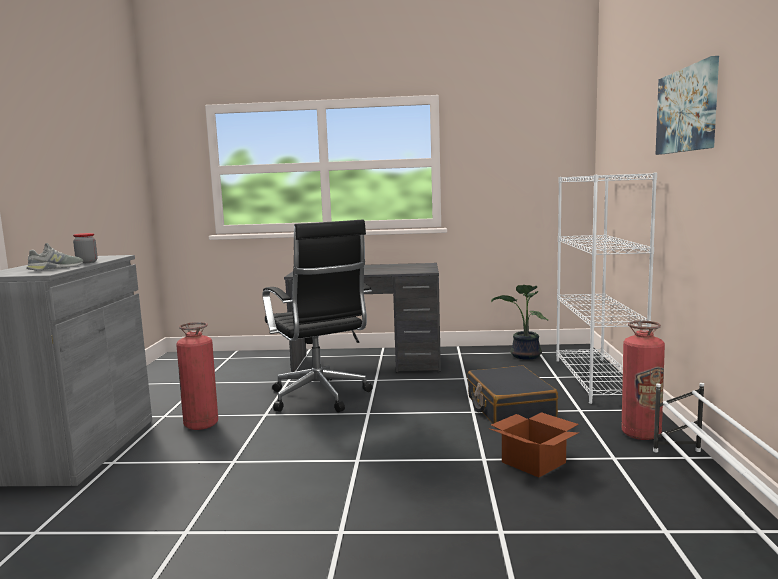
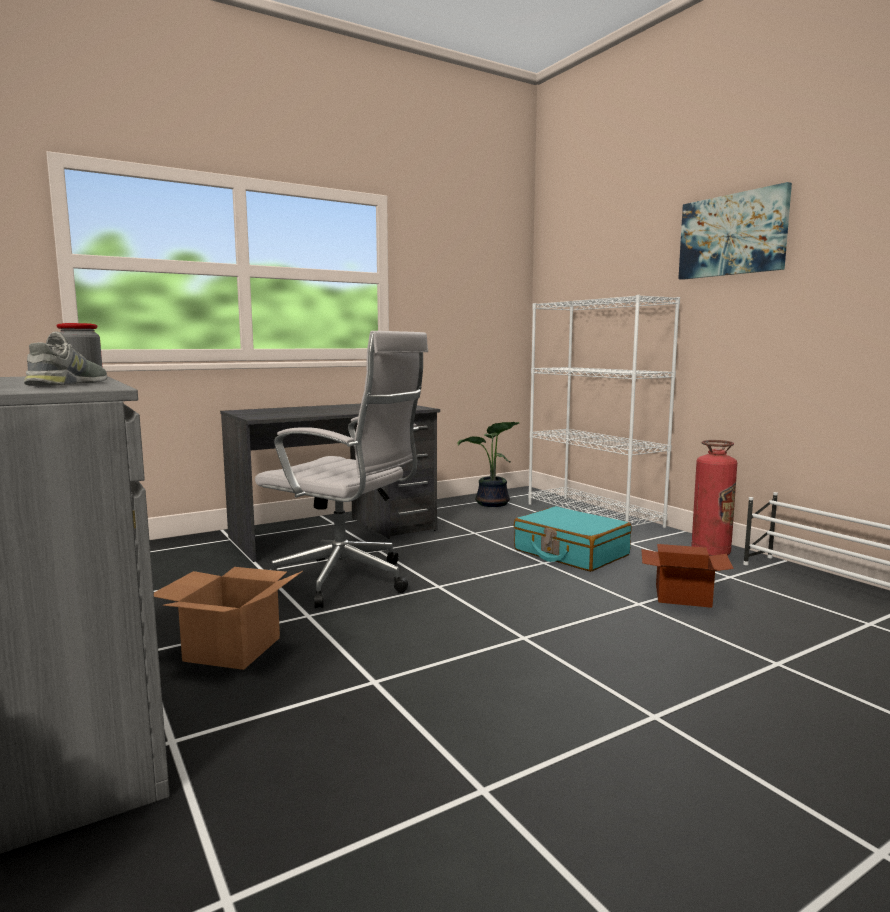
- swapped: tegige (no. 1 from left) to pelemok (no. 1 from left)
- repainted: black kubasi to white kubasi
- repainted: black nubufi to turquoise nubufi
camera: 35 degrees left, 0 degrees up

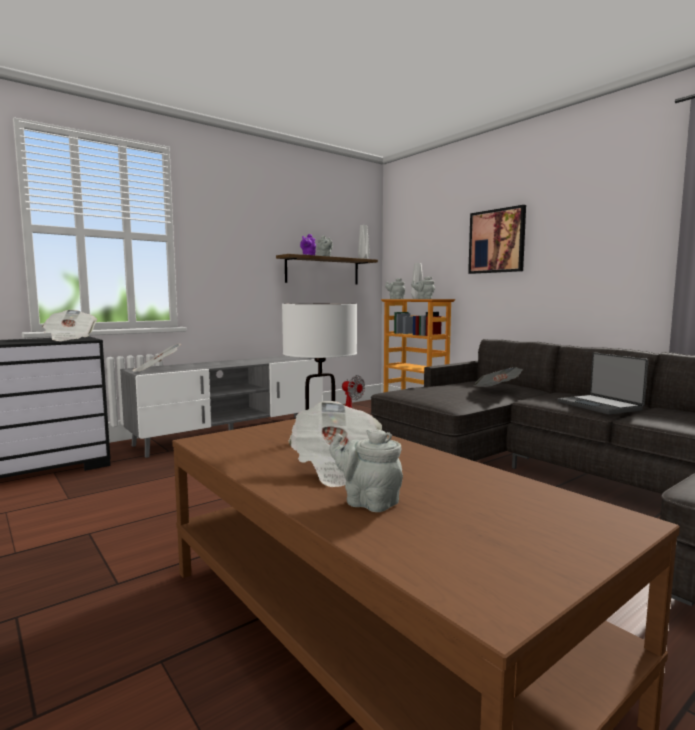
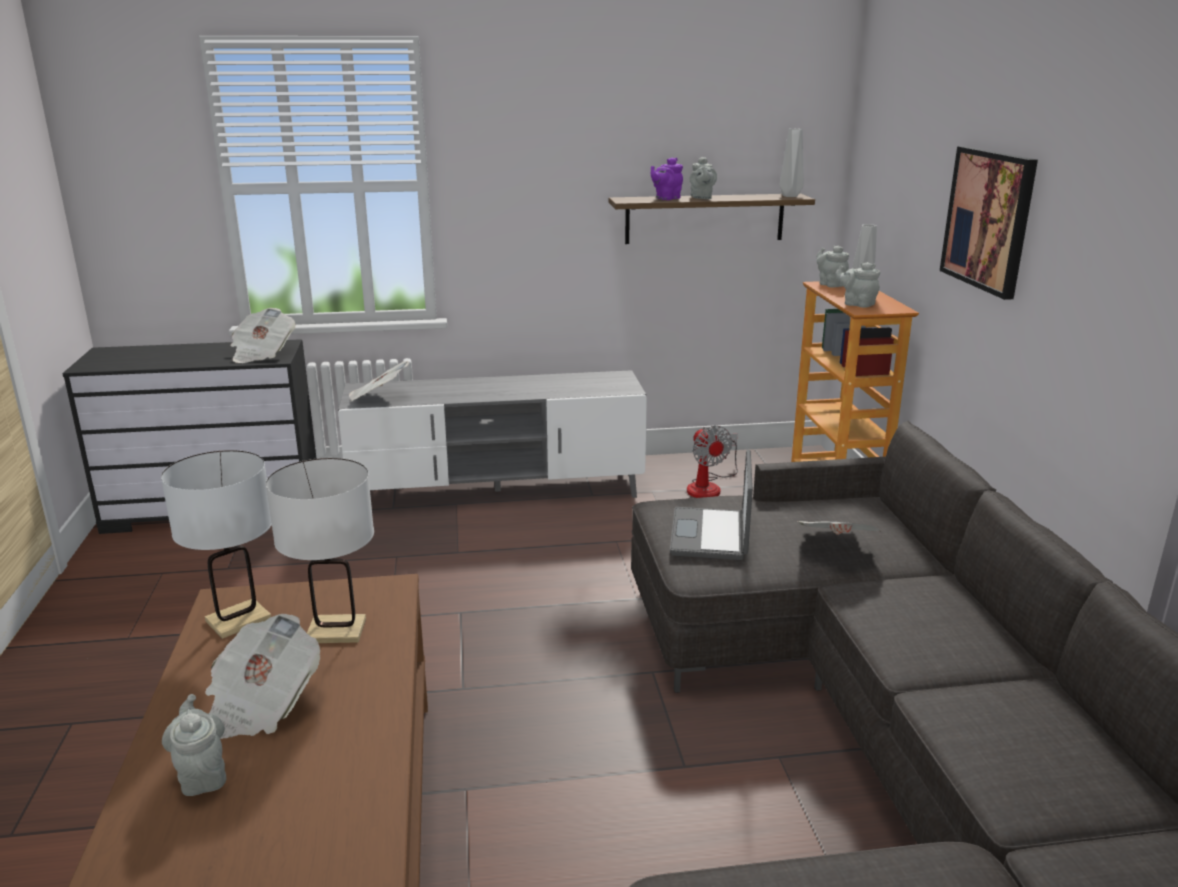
- shifted: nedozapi
- new: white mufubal (no. 1 from left)
camera: 30 degrees right, 15 degrees up

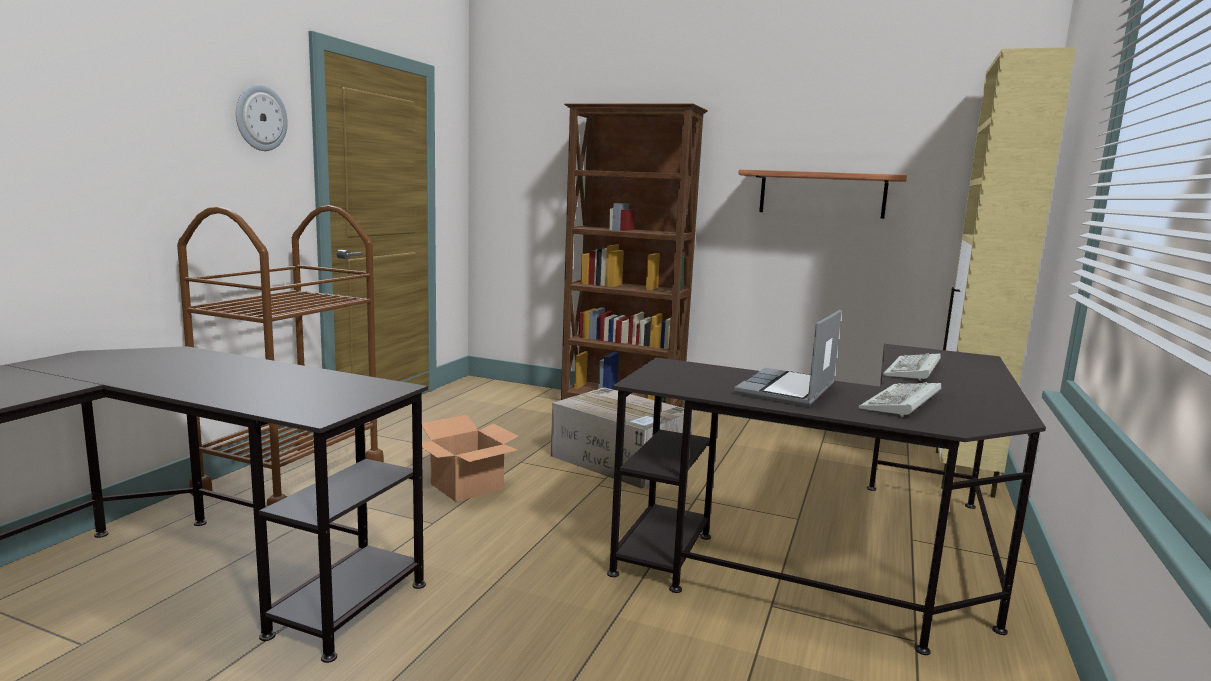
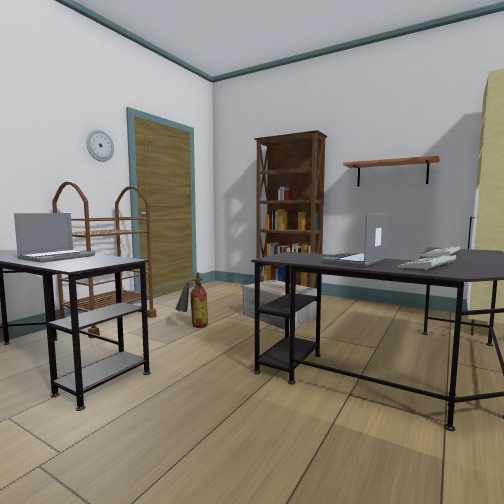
- swapped: pelemok (no. 1 from left) to tegige
- new: nedozapi (no. 1 from left)
camera: 10 degrees right, 5 degrees down

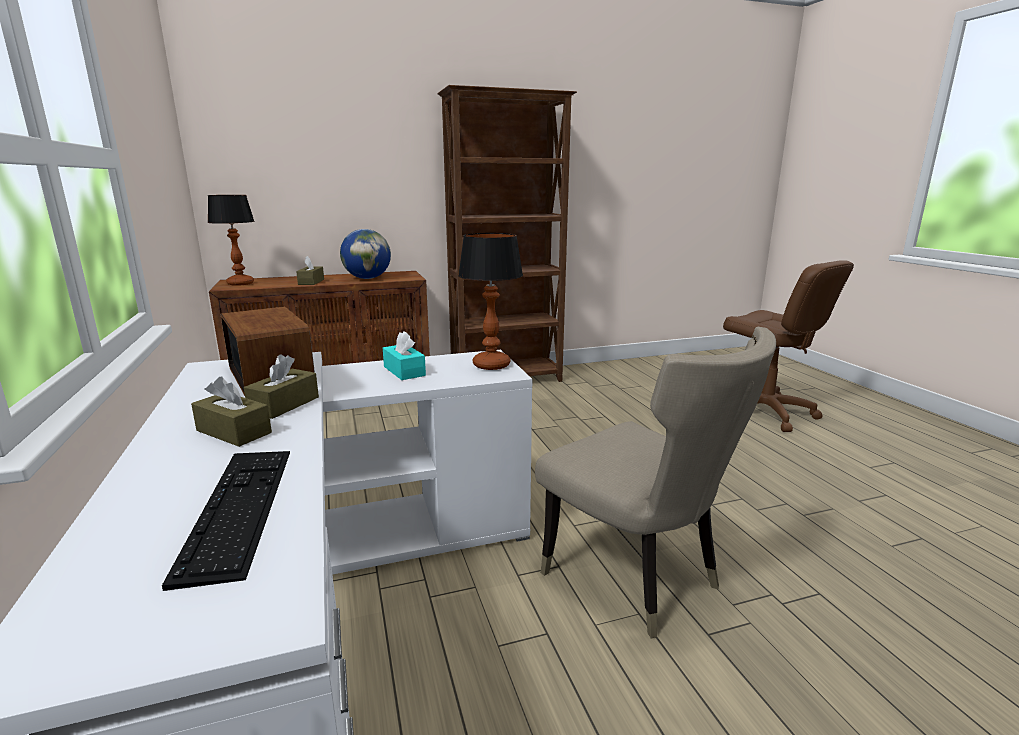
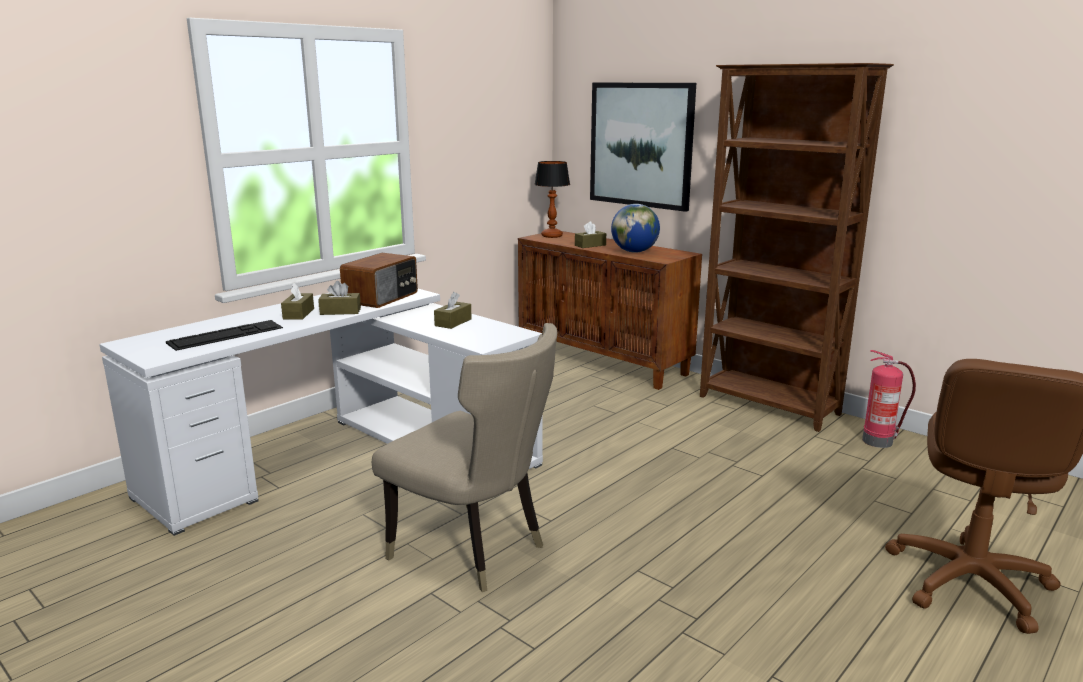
- repainted: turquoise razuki to brown razuki (no. 3 from left)
- gone: mufubal (no. 2 from left)
- rotated: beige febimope 75 degrees counterclockwise
- new: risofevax
- new: tegige
camera: 60 degrees right, 0 degrees up

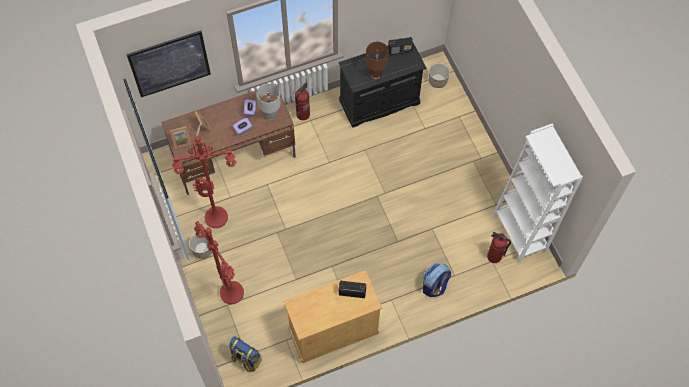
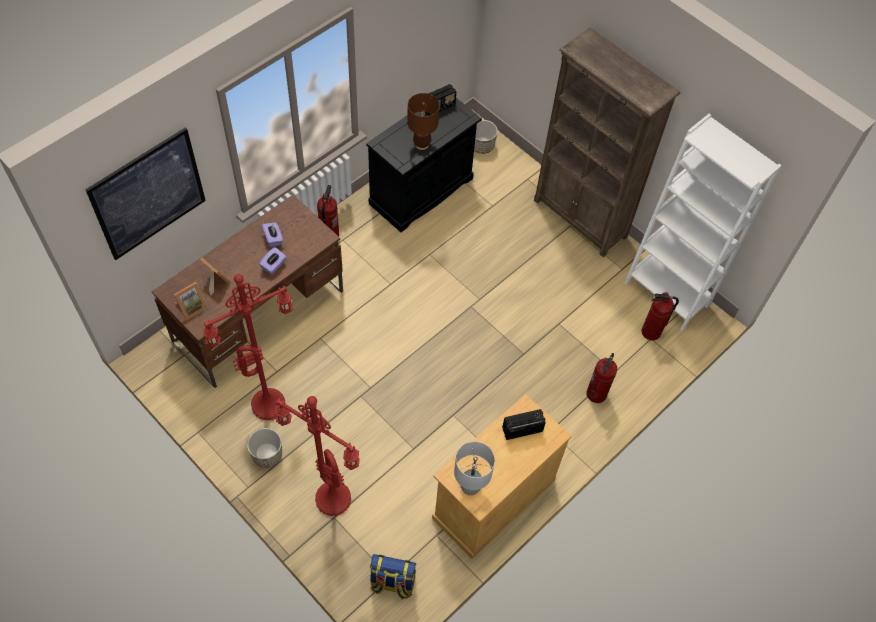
- shifted: grey mufubal
- swapped: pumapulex (no. 2 from left) to tegige (no. 2 from left)
- new: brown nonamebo
camera: 25 degrees left, 5 degrees down

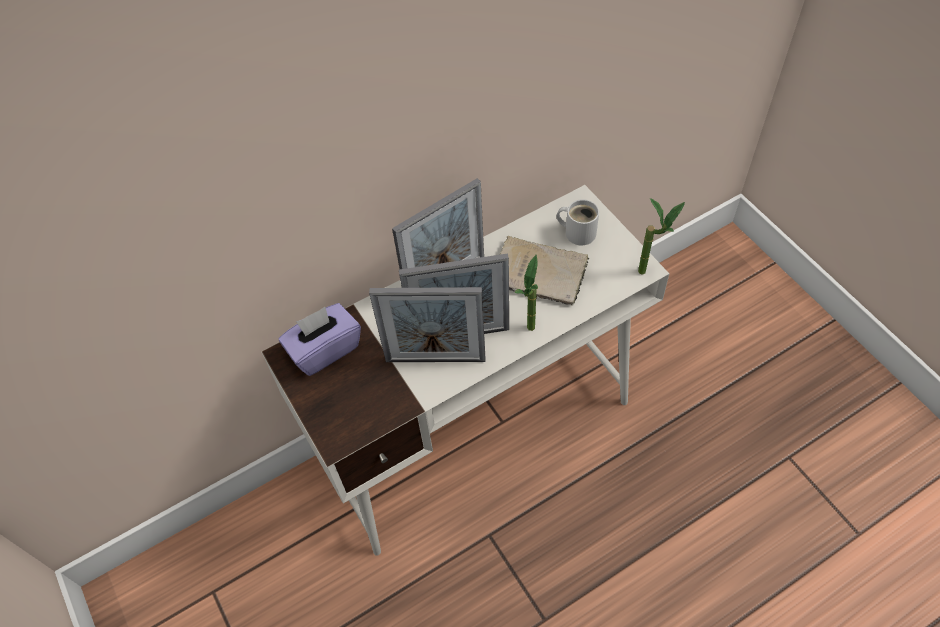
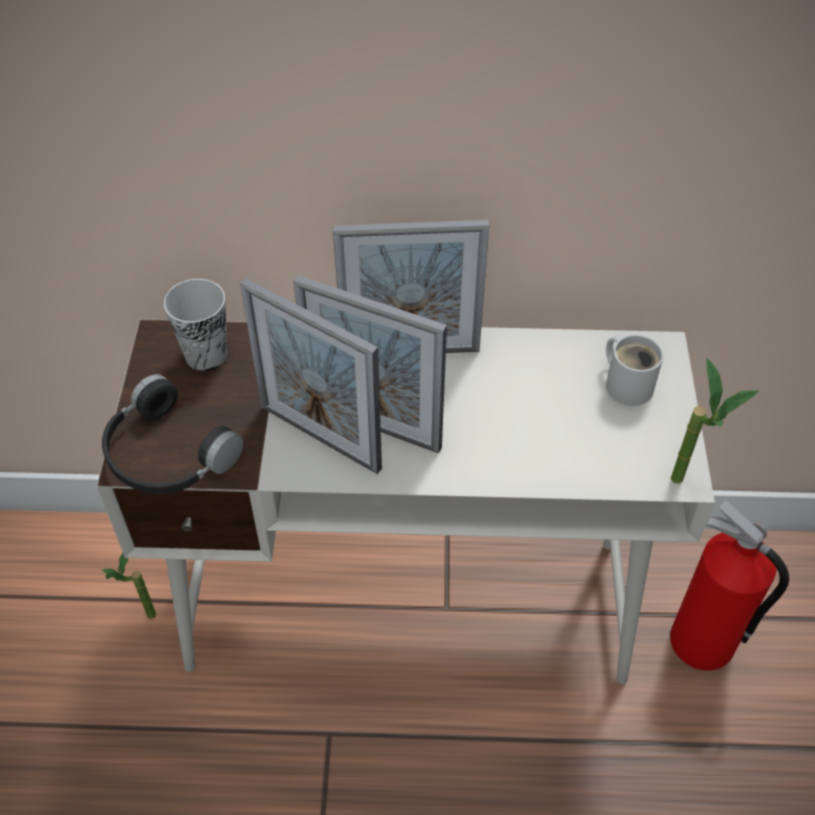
- swapped: purple razuki to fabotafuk
- gone: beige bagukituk
- shifted: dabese (no. 1 from left)
- new: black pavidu
- new: tegige
camera: 30 degrees right, 5 degrees down

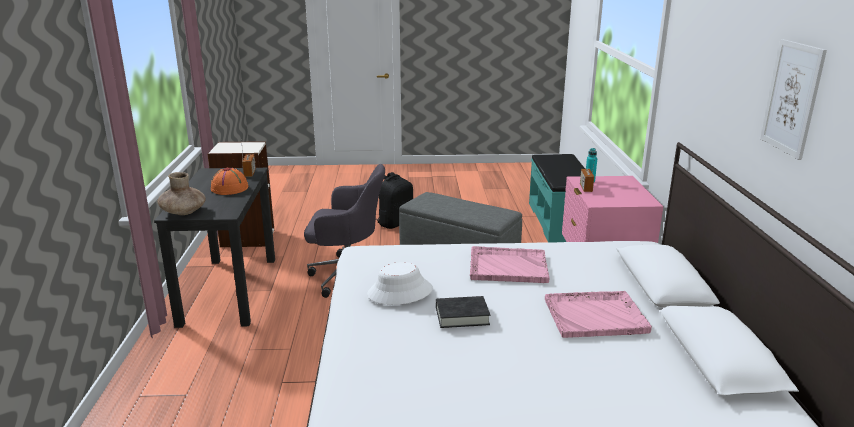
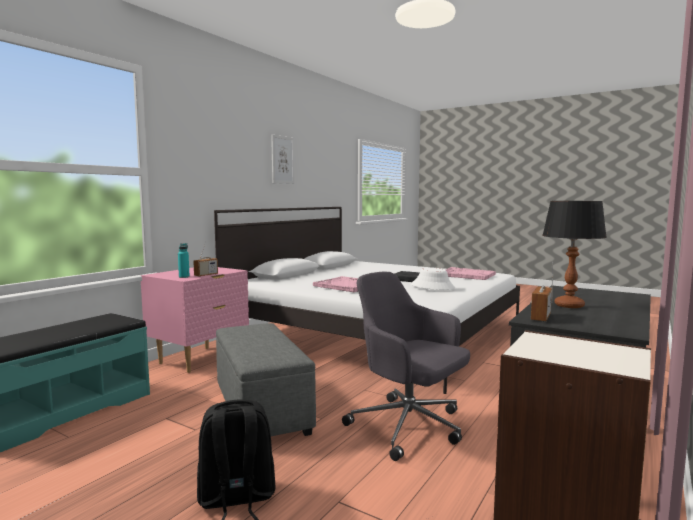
- gone: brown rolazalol
- swapped: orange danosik to mufubal
- shifted: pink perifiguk (no. 2 from left)
camera: 145 degrees left, 15 degrees down

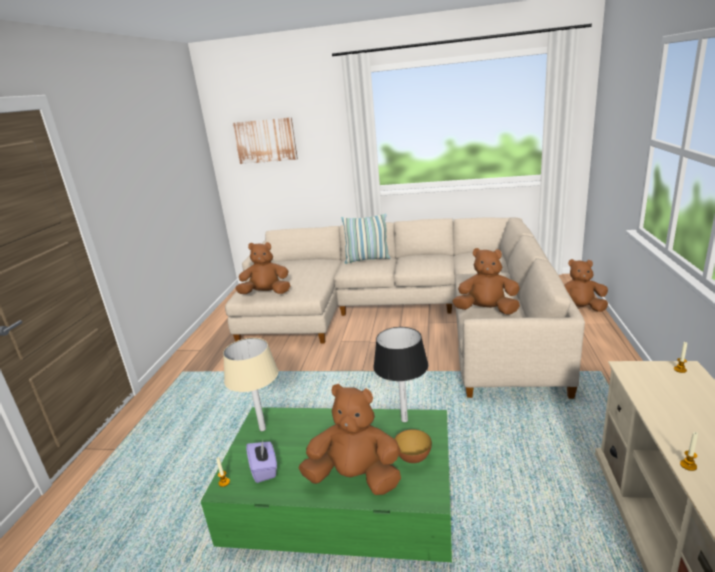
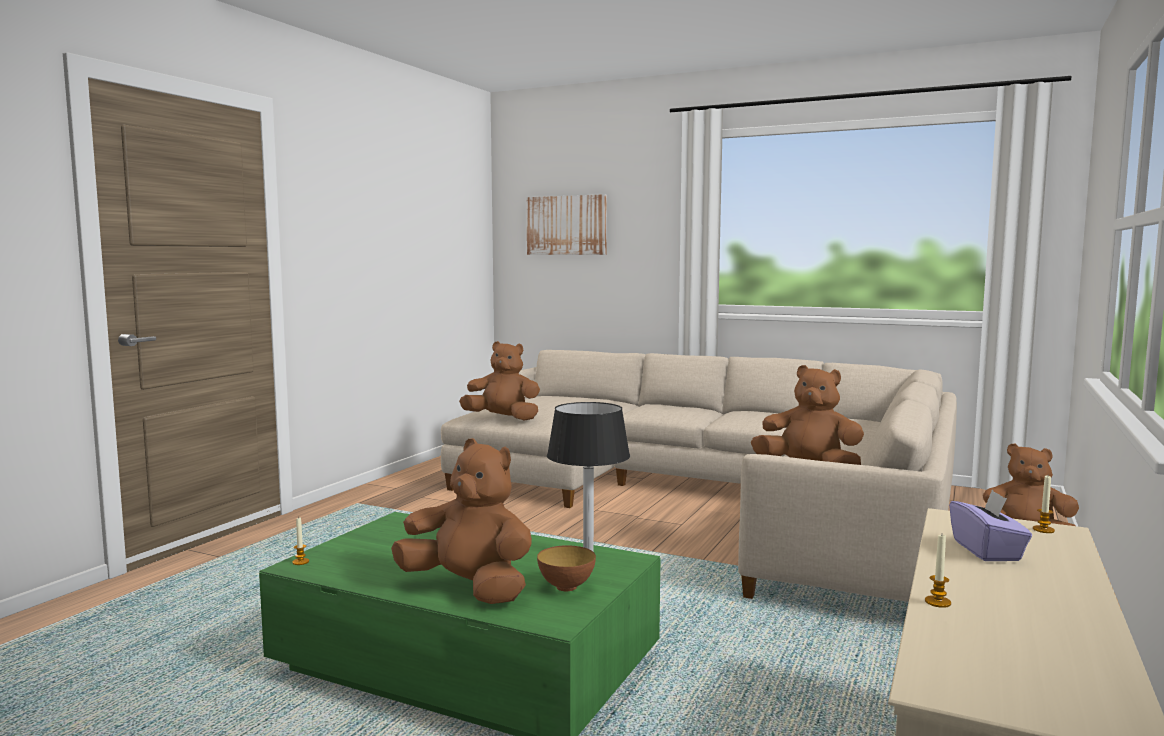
- gone: beige mufubal
- shifted: purple razuki
- gone: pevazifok
camera: 15 degrees right, 15 degrees down

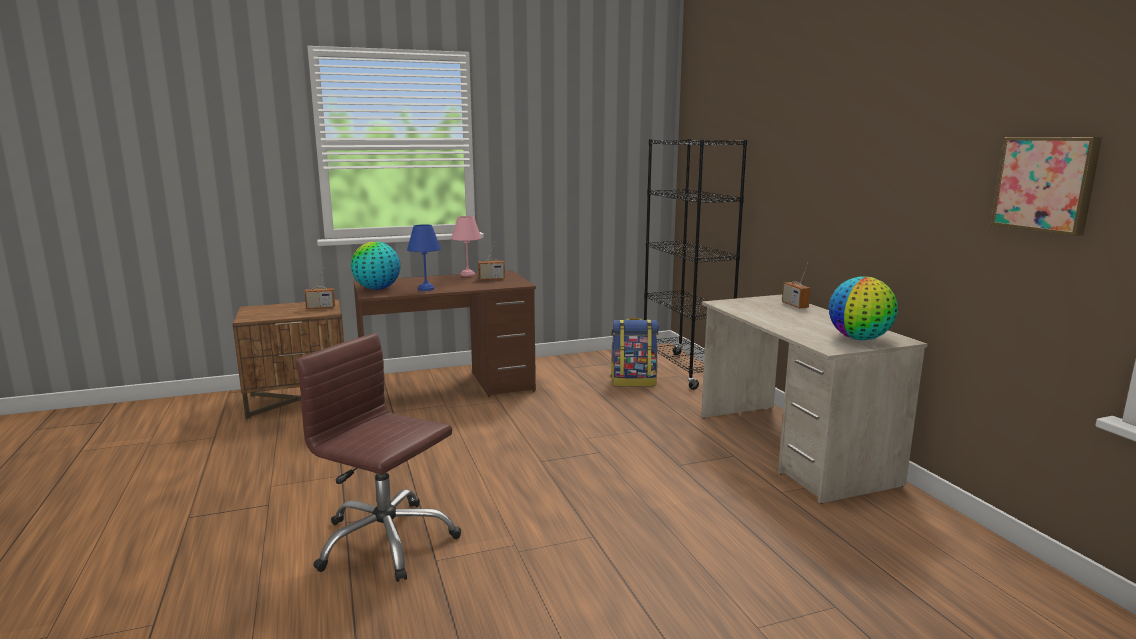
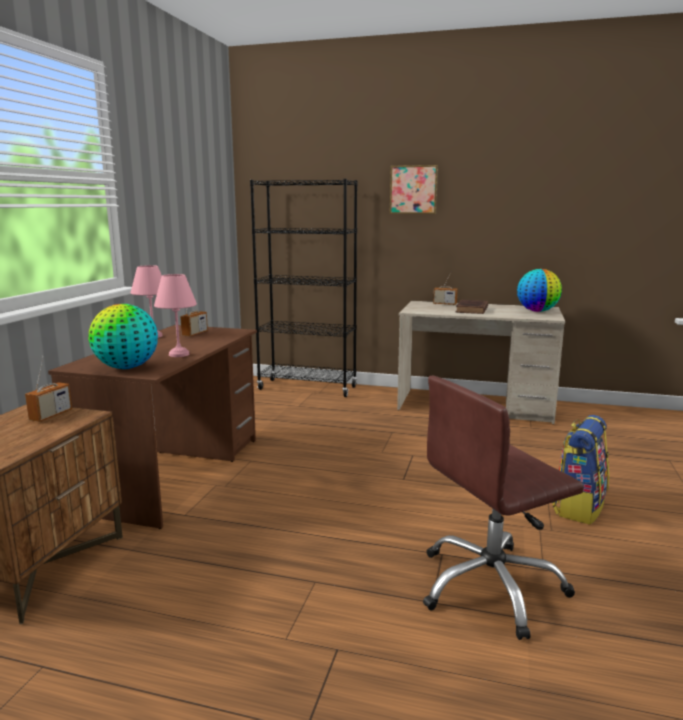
- repainted: blue mufubal to pink mufubal (no. 2 from left)
- shifted: pumapulex
- shifted: risofevax
- new: brown bagukituk
camera: 55 degrees left, 0 degrees up

